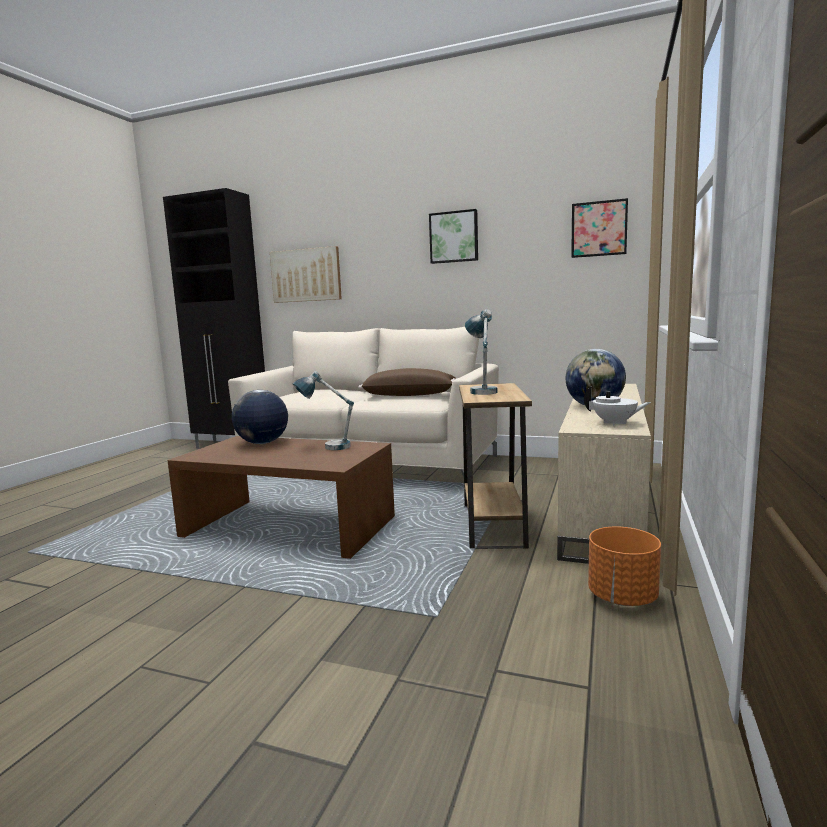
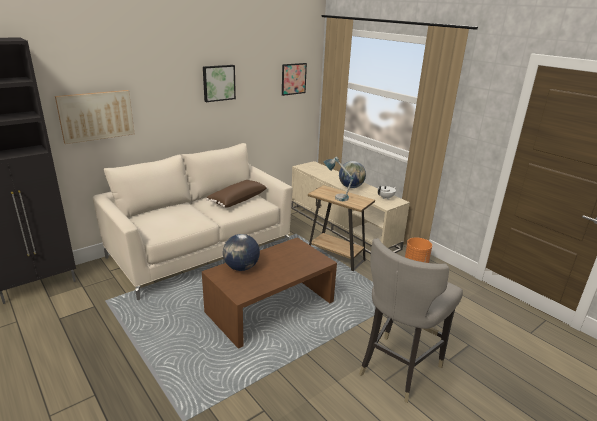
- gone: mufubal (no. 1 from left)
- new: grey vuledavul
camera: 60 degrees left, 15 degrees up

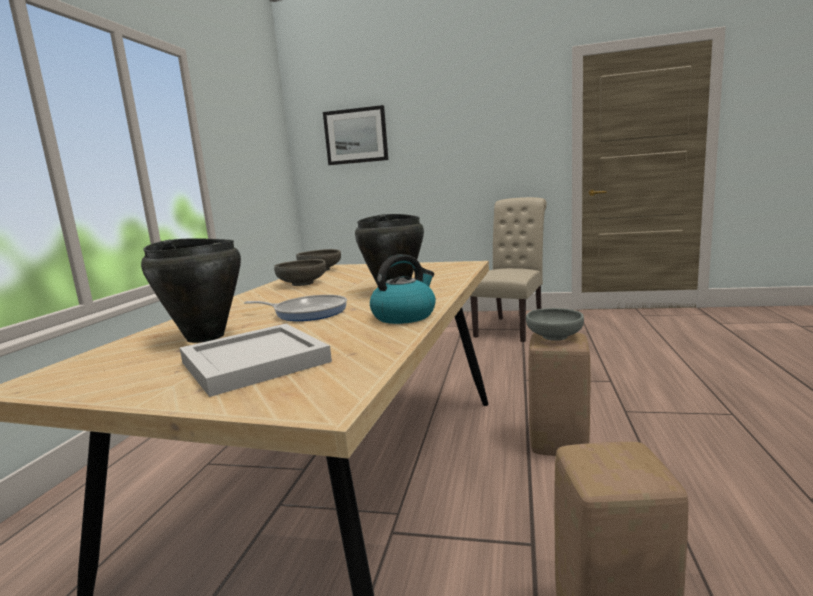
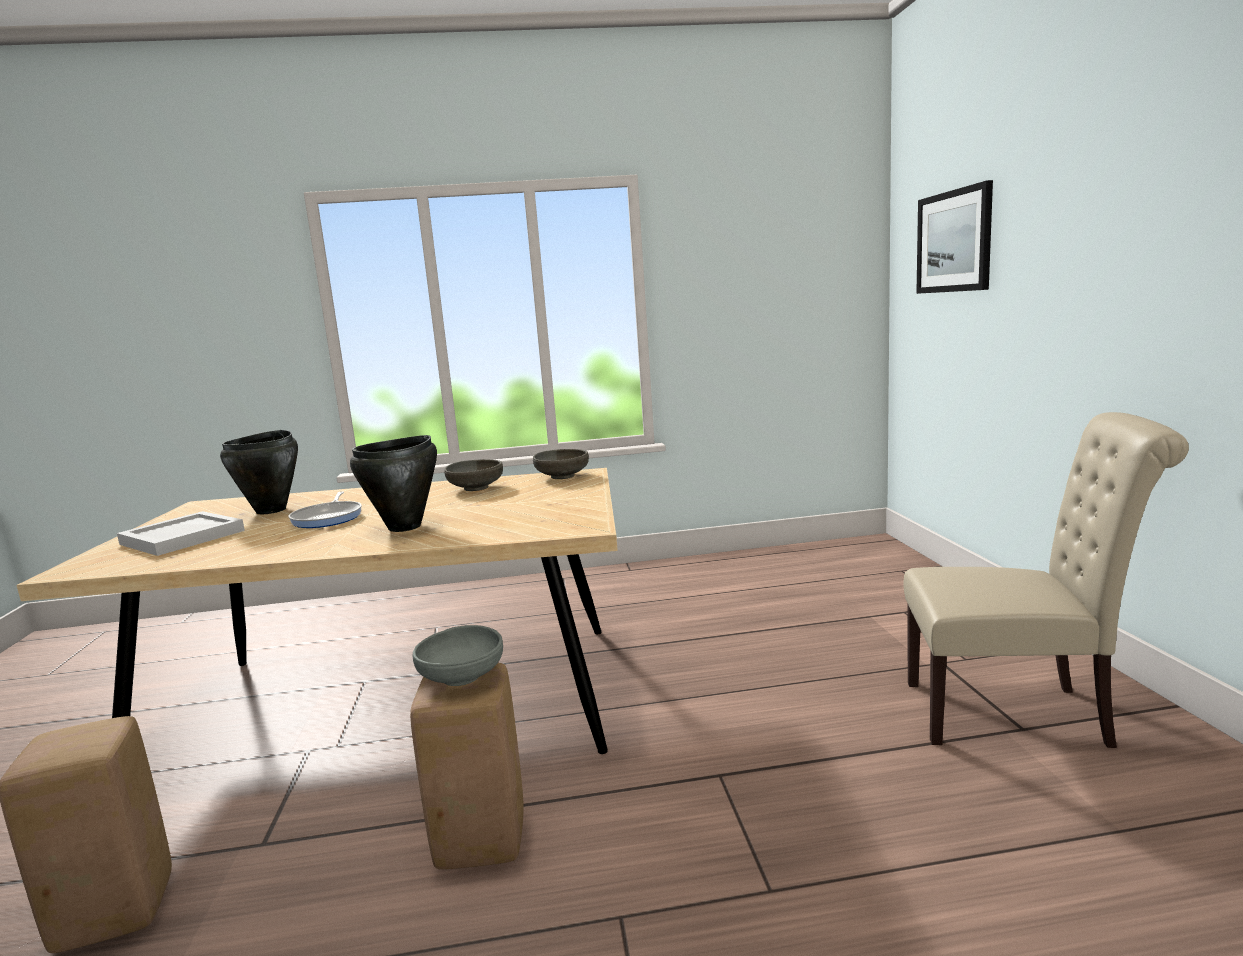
- gone: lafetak
camera: 70 degrees right, 0 degrees up

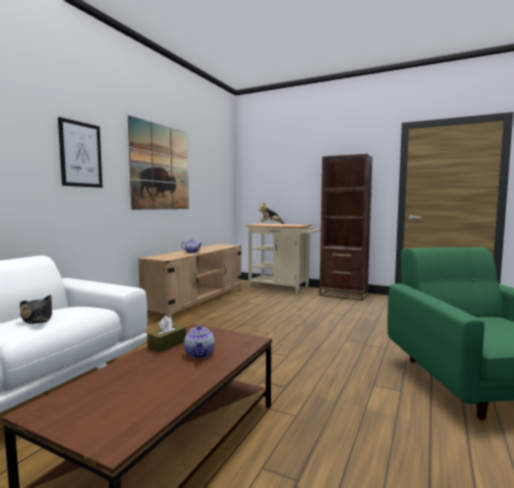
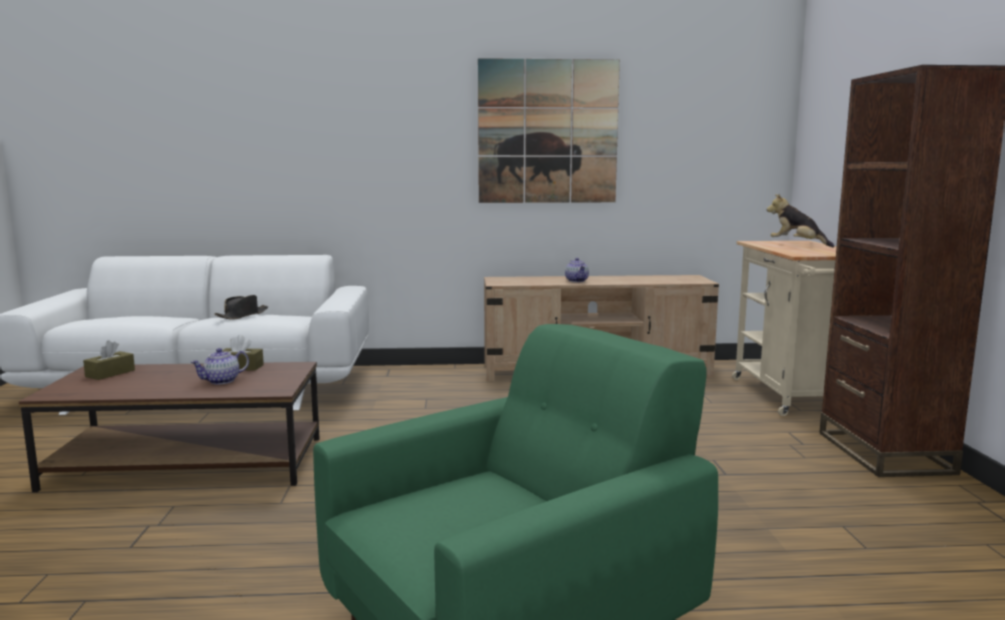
- gone: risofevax (no. 1 from left)
- new: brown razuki (no. 1 from left)
camera: 60 degrees right, 5 degrees up

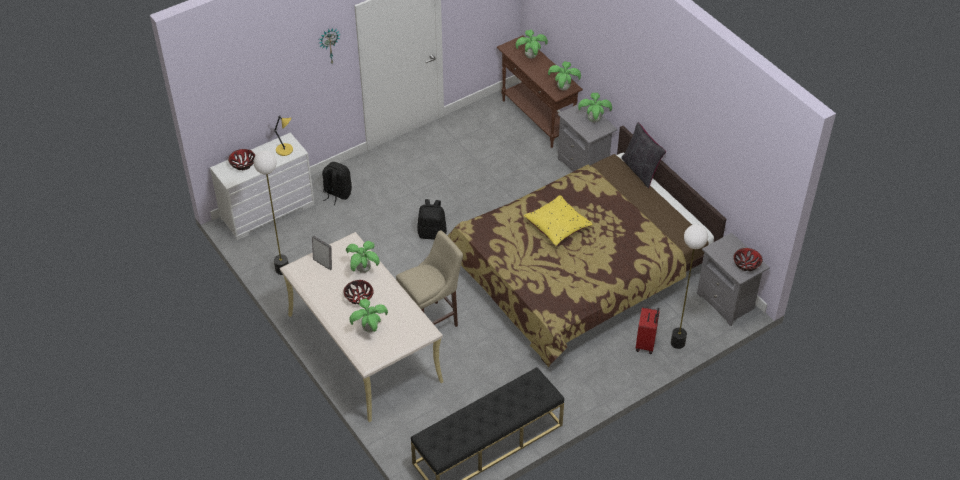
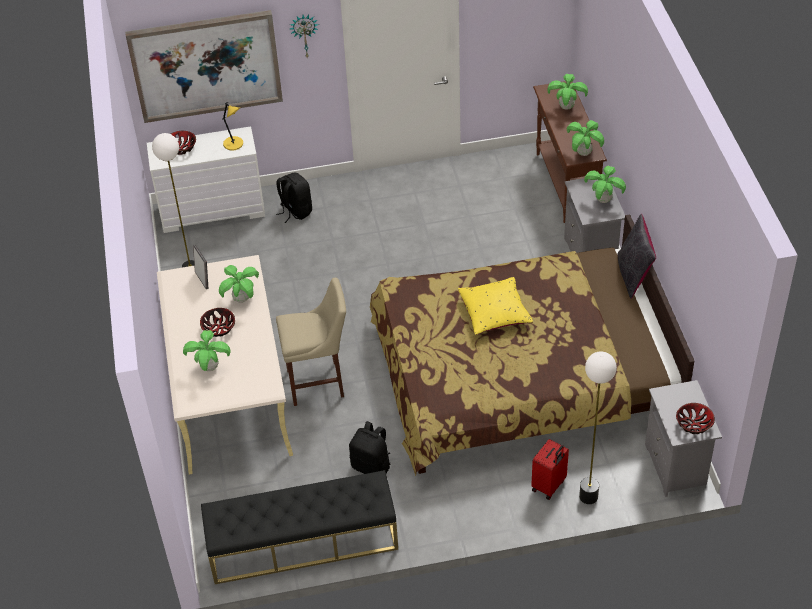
- shifted: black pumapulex (no. 2 from left)
- new: risofevax
camera: 25 degrees right, 0 degrees up

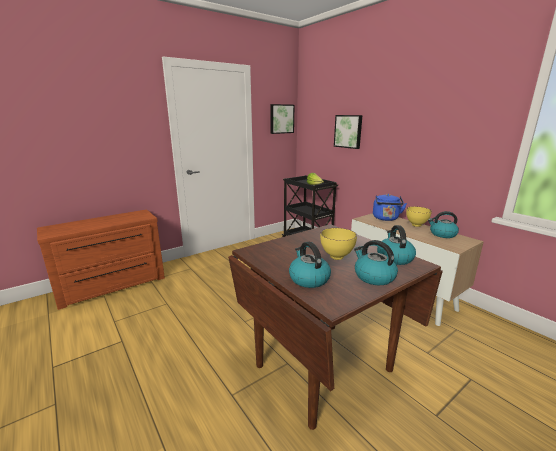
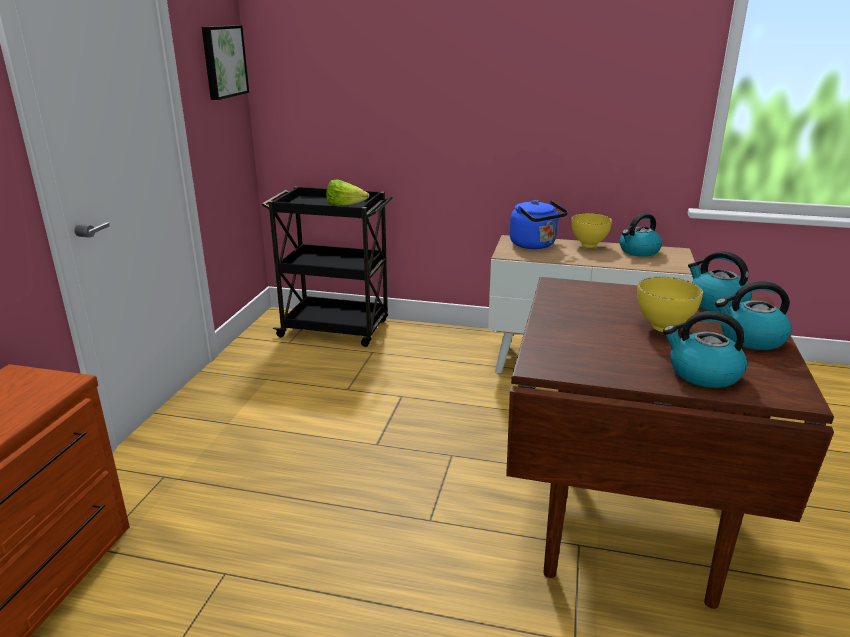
- gone: risofevax (no. 2 from left)
camera: 40 degrees left, 5 degrees up

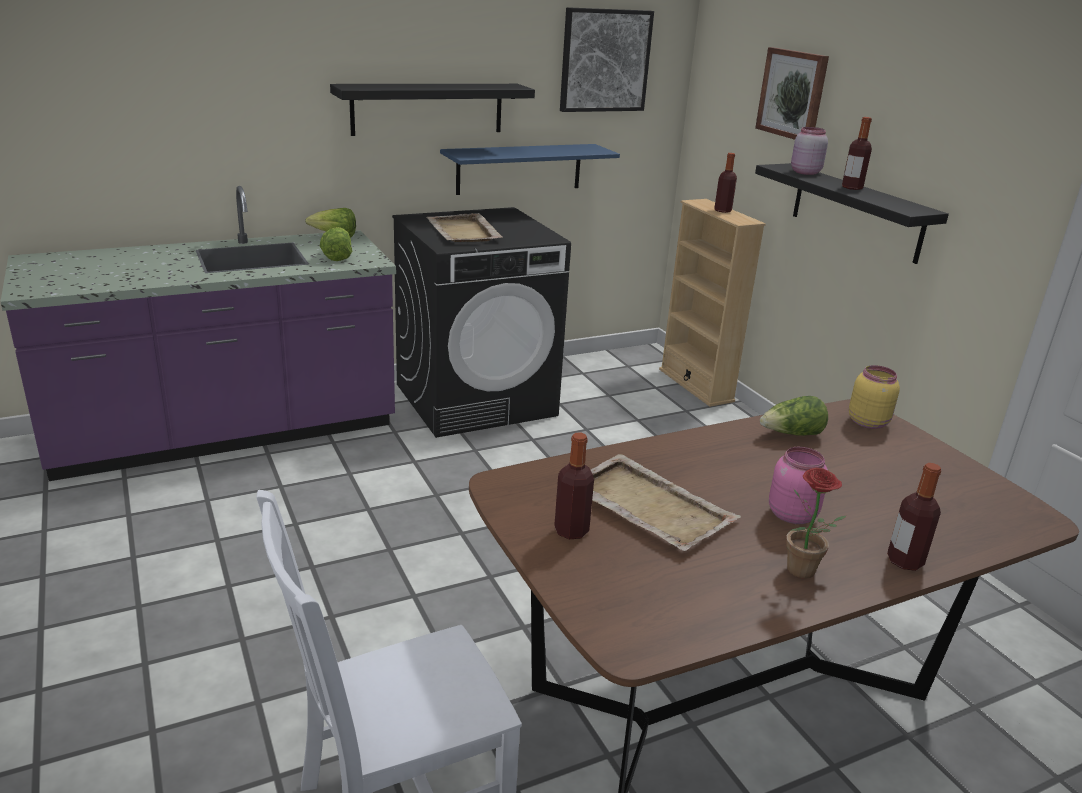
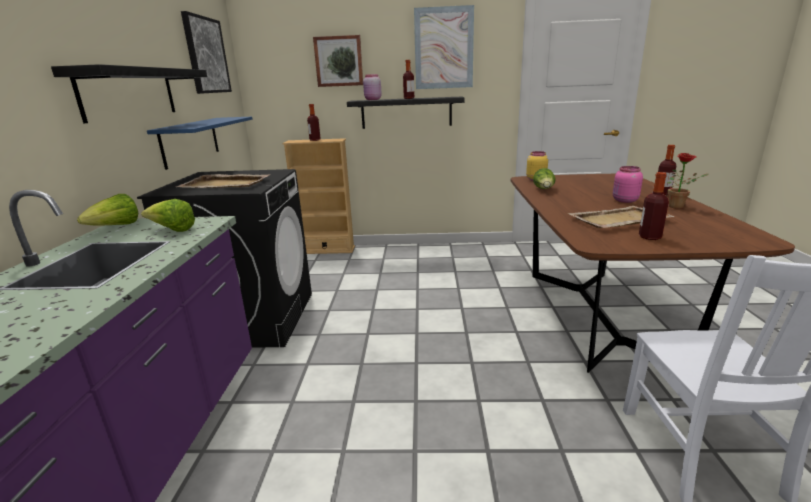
- new: risofevax (no. 3 from left)
camera: 60 degrees left, 5 degrees down

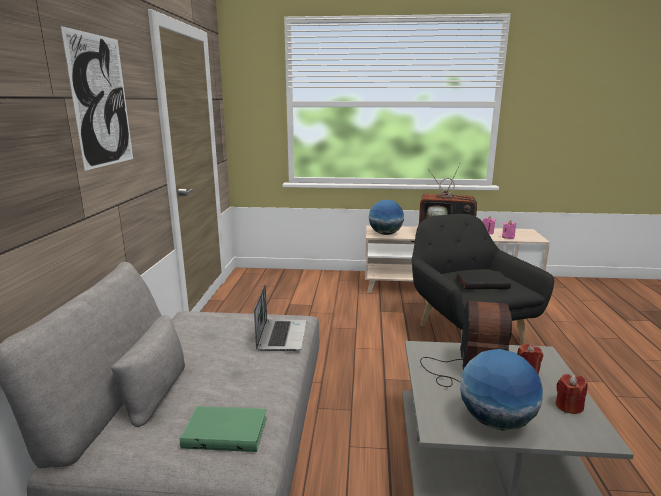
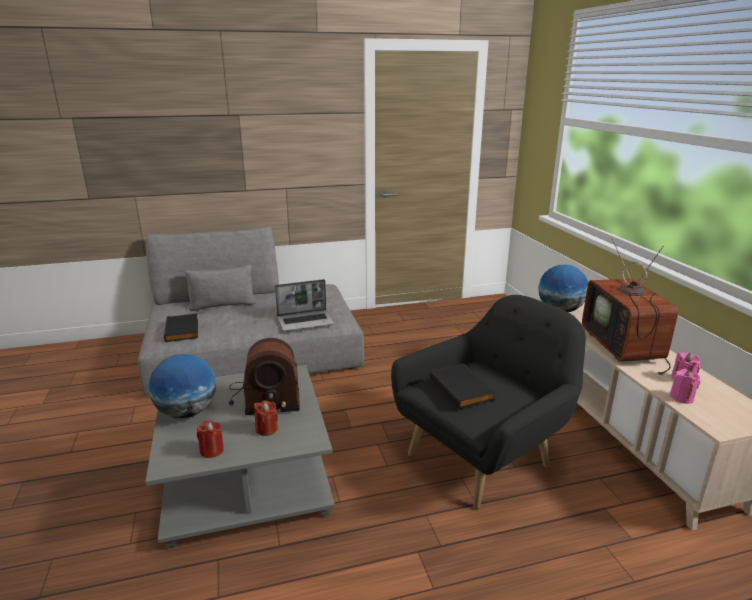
- gone: risofevax
- repainted: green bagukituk to black bagukituk (no. 1 from left)
camera: 70 degrees right, 5 degrees up

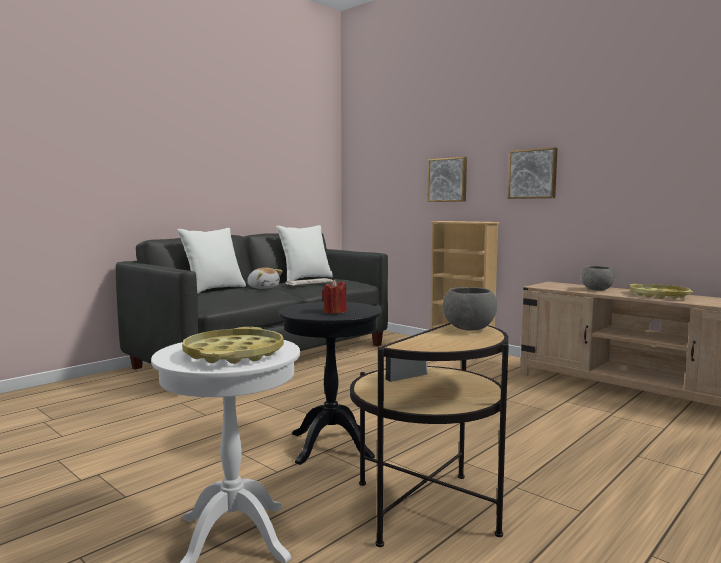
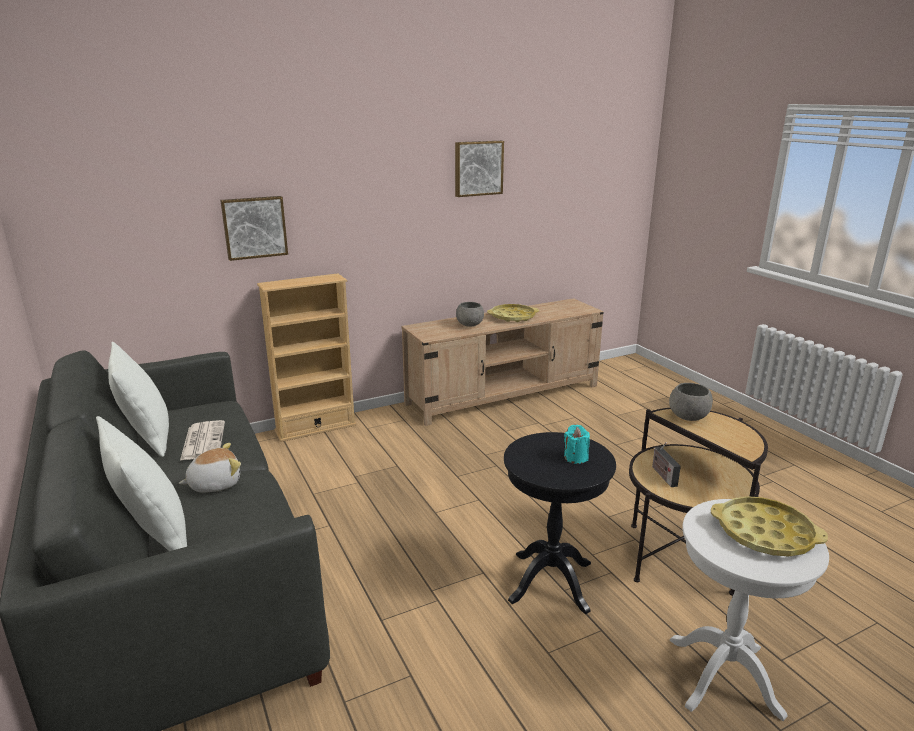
- repainted: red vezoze to turquoise vezoze
- shifted: risofevax (no. 2 from left)
camera: 70 degrees left, 15 degrees up

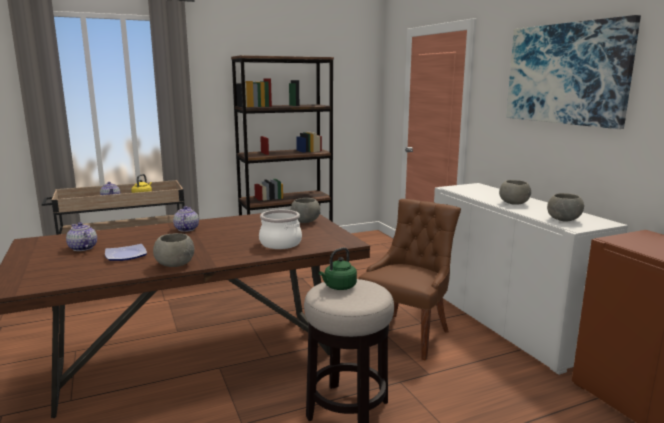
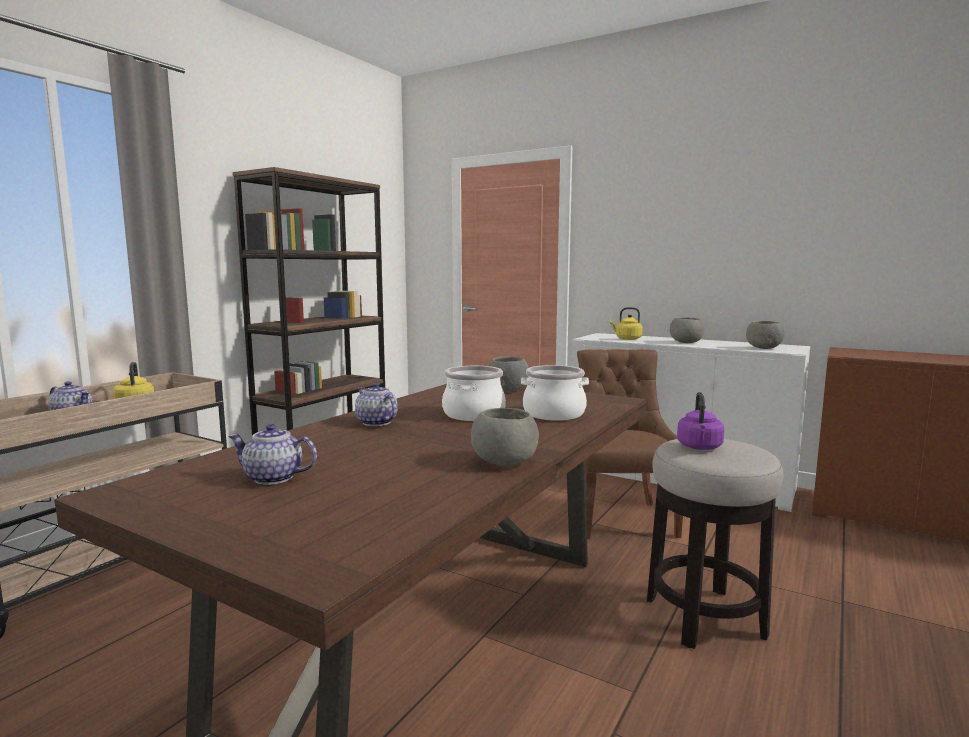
- gone: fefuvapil
- repainted: green lafetak to purple lafetak
- gone: risofevax
- new: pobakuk (no. 1 from left)
- new: yellow lafetak (no. 2 from left)
camera: 35 degrees left, 5 degrees down

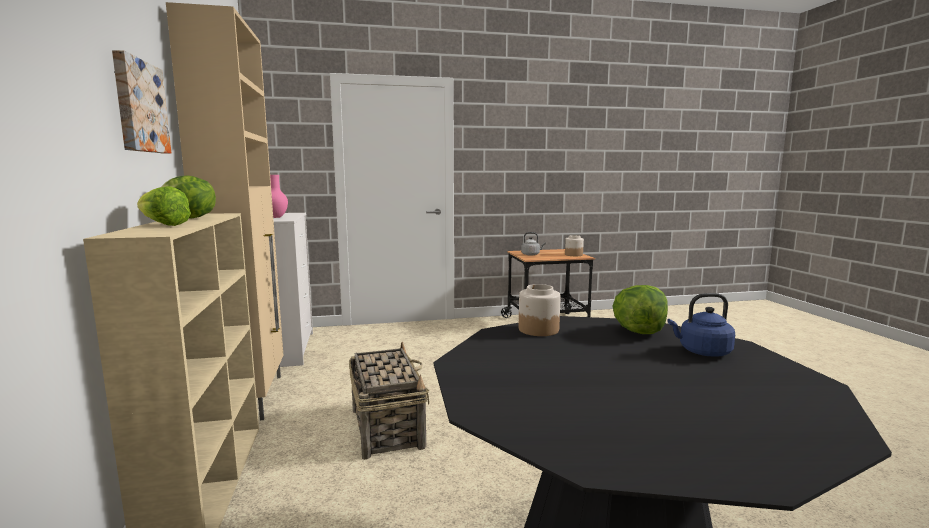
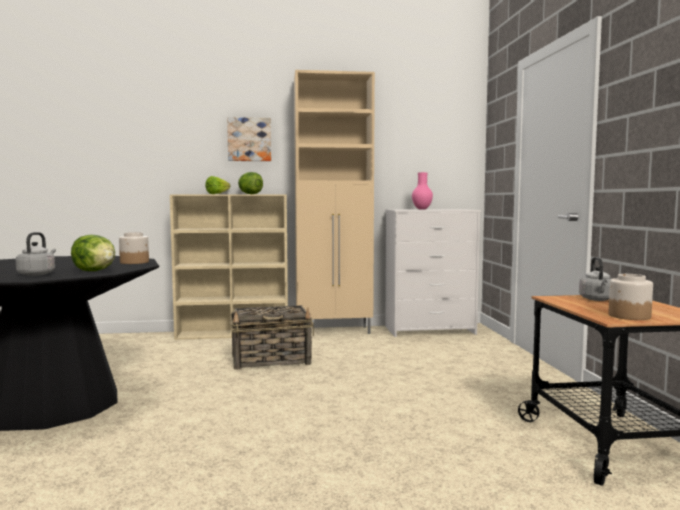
- repainted: blue lafetak to grey lafetak (no. 1 from left)
camera: 95 degrees right, 5 degrees down

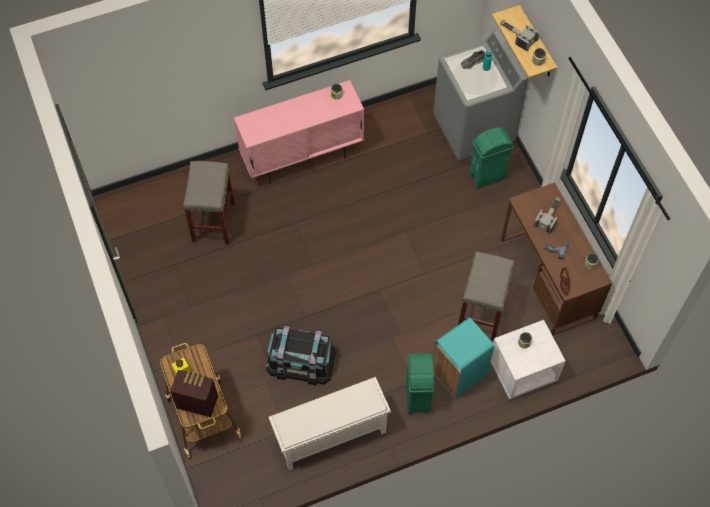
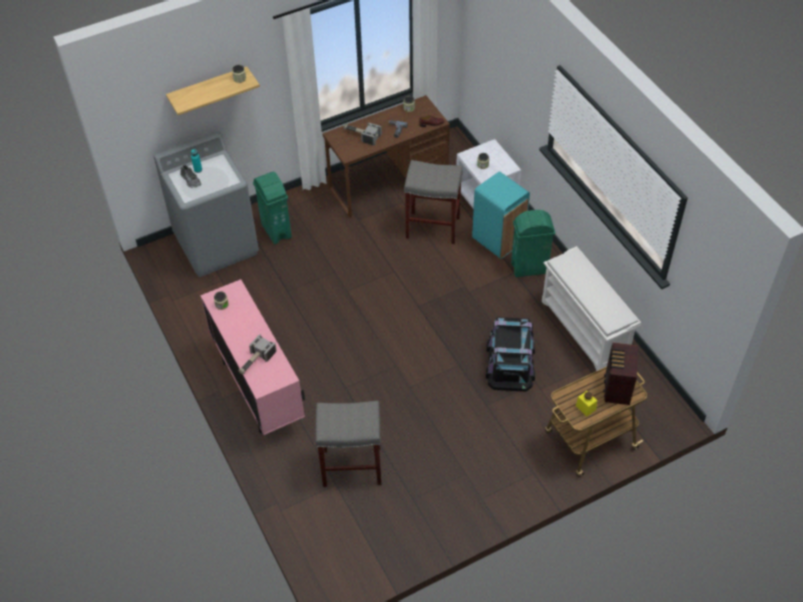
- shifted: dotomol (no. 1 from left)
camera: 95 degrees left, 10 degrees down

